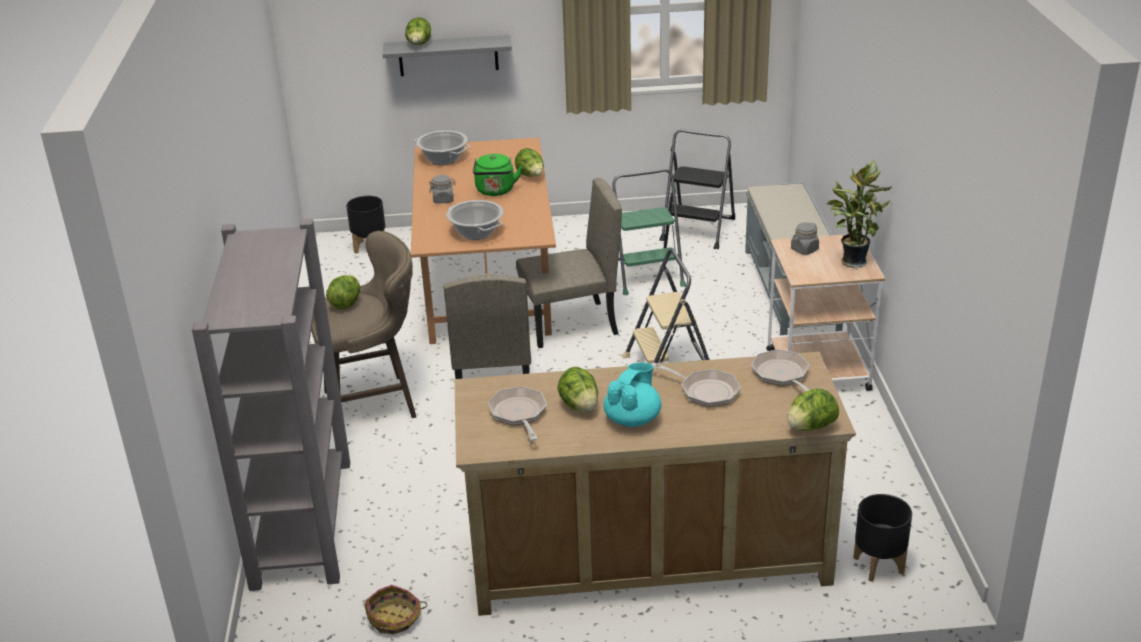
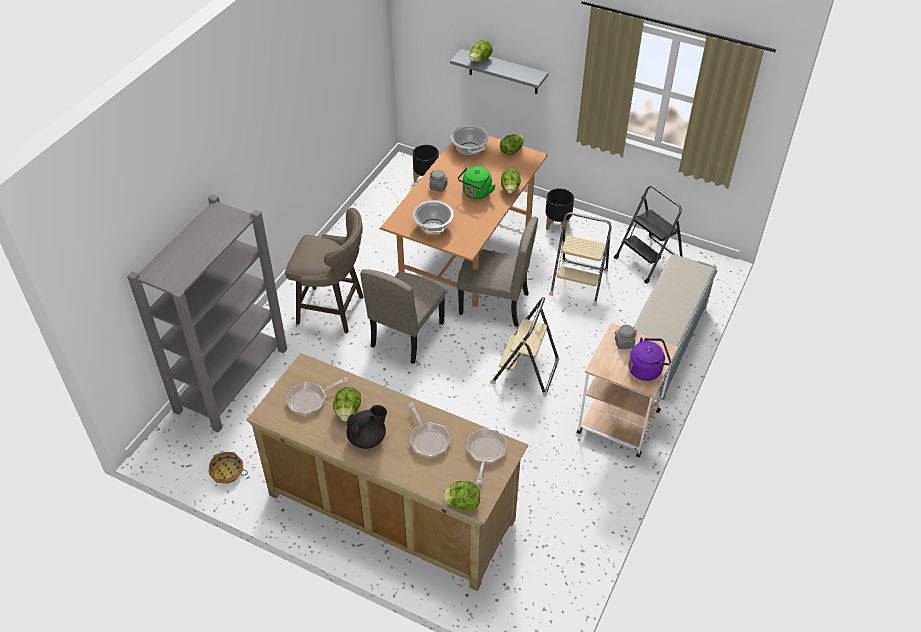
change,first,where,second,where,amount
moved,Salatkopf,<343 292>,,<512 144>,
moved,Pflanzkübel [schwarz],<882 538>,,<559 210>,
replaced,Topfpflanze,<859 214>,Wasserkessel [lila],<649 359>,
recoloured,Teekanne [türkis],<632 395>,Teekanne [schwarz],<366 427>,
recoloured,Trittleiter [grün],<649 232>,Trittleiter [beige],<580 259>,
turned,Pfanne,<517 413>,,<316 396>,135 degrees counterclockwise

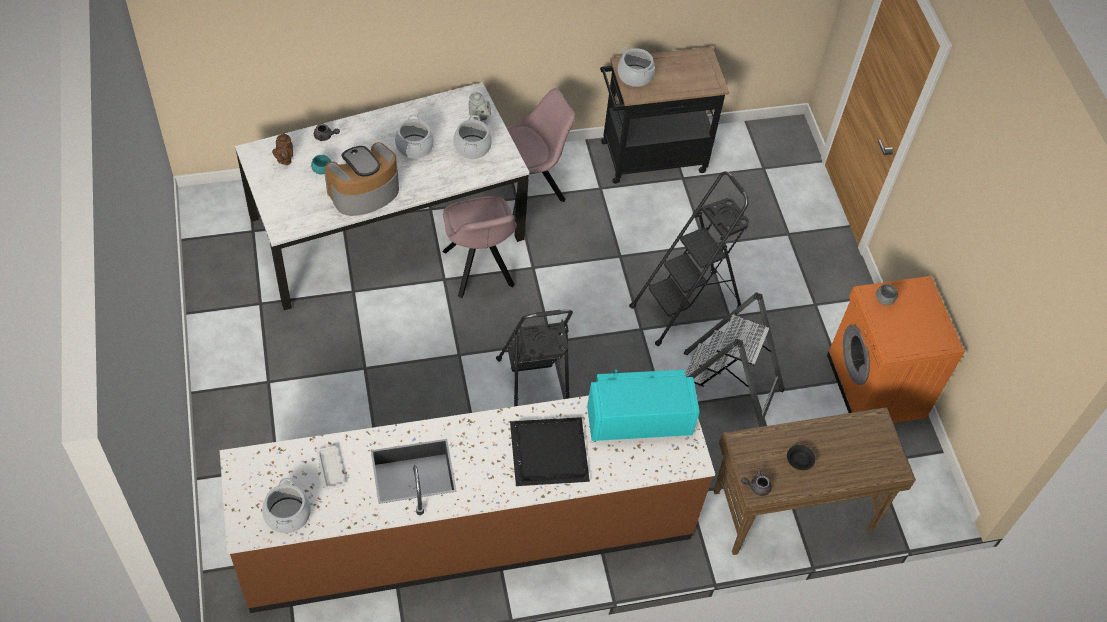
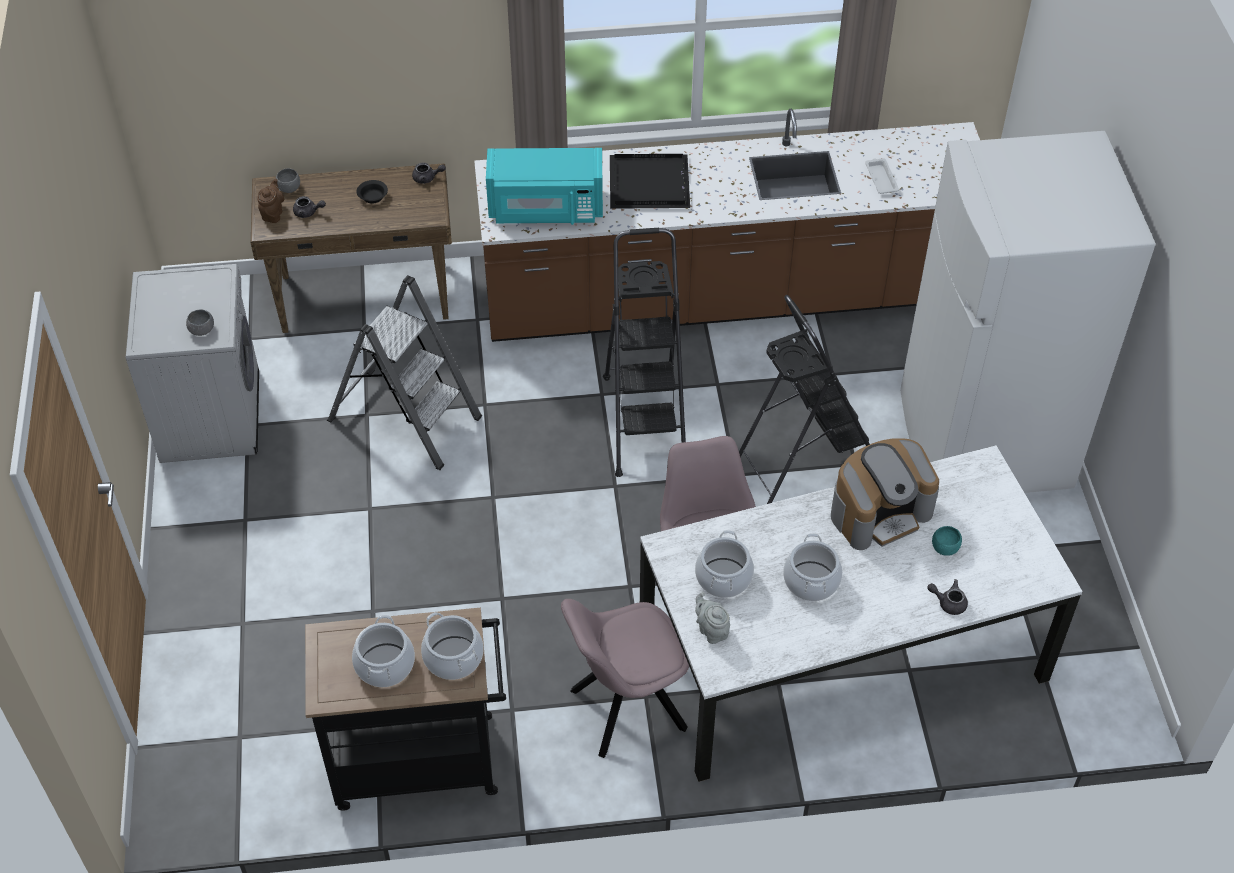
change,first,where,second,where,amount
added,,,Schüssel [grau],<288 180>,
added,,,Teekanne [grau],<309 207>,
added,,,Kühlschrank [weiß],<1027 312>,
moved,Kochtopf,<286 506>,,<383 651>,
moved,Teekanne [braun],<282 149>,,<270 201>,
moved,Trittleiter,<689 258>,,<804 399>,
recoloured,Waschmaschine [orange],<896 349>,Waschmaschine [weiß],<192 363>,

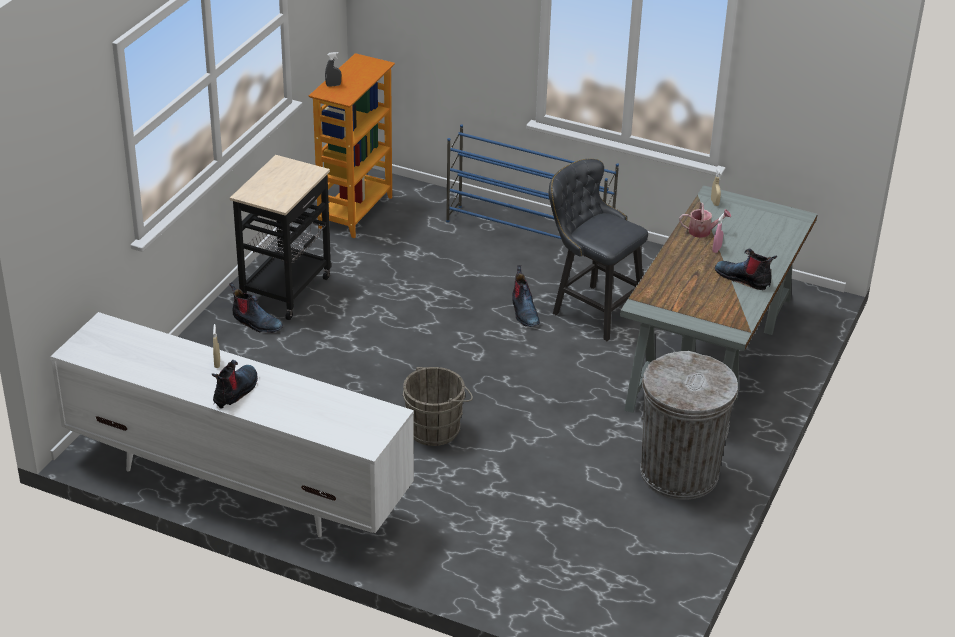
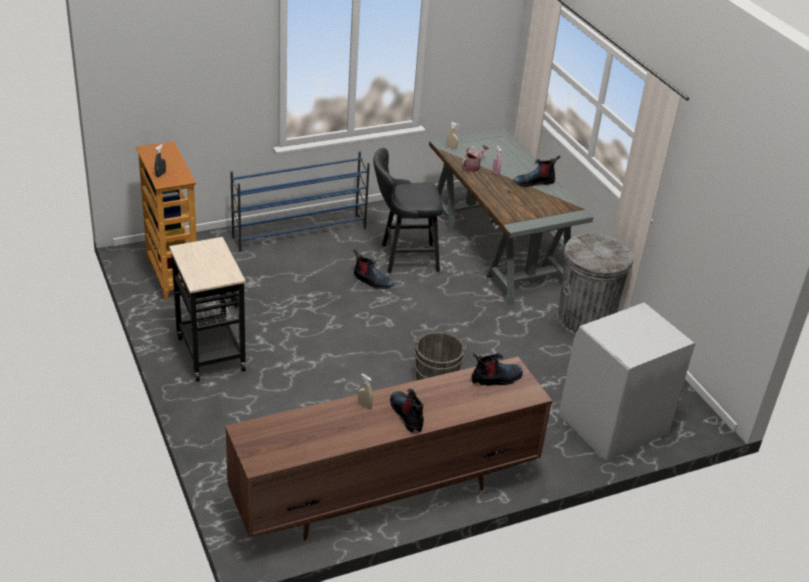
change,first,where,second,where,amount
added,,,Waschmaschine [weiß],<626 382>,
moved,Stiefel,<256 307>,,<497 369>,
recoloured,Schrank [weiß],<232 424>,Schrank [braun],<388 448>,

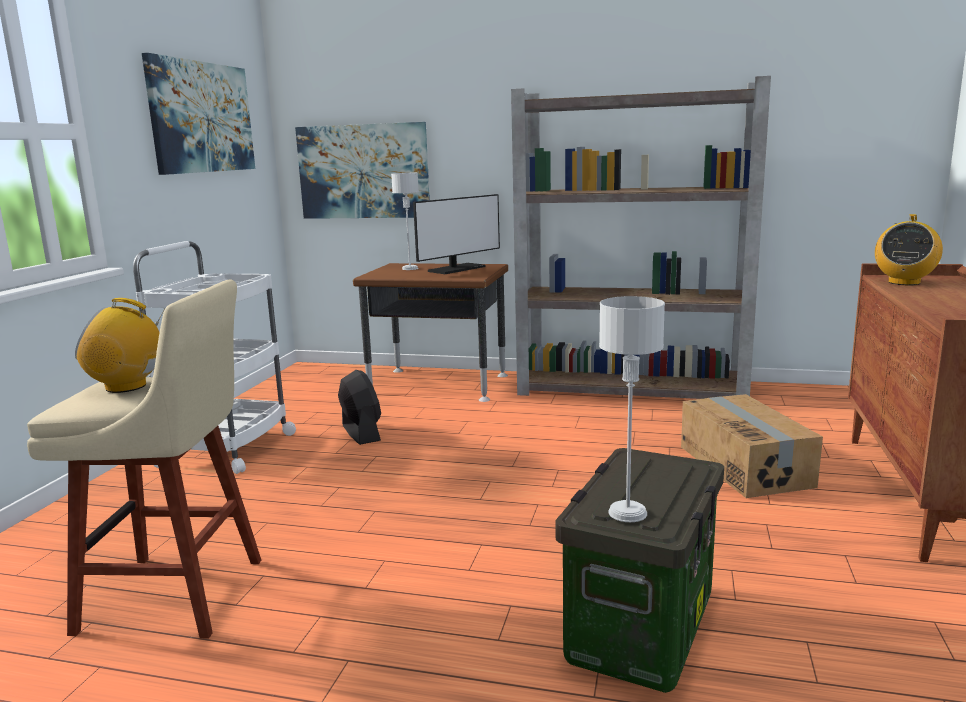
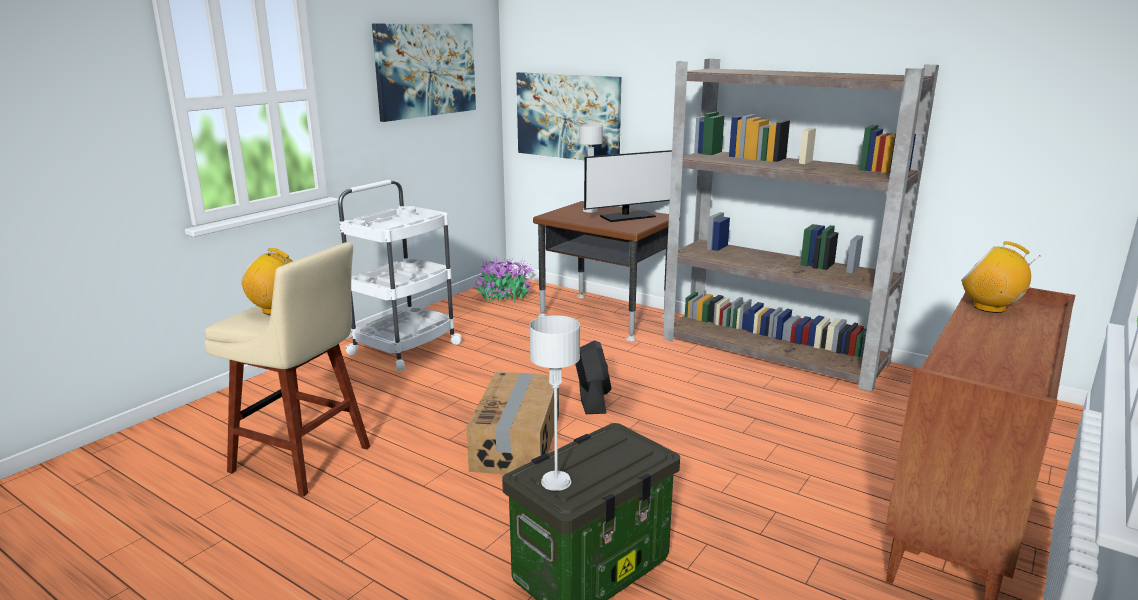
change,first,where,second,where,amount
added,,,Topfpflanze,<504 280>,
moved,Ventilator [schwarz],<359 407>,,<593 377>,
moved,Karton,<752 446>,,<512 423>,
turned,Radio,<909 249>,,<1000 277>,75 degrees clockwise

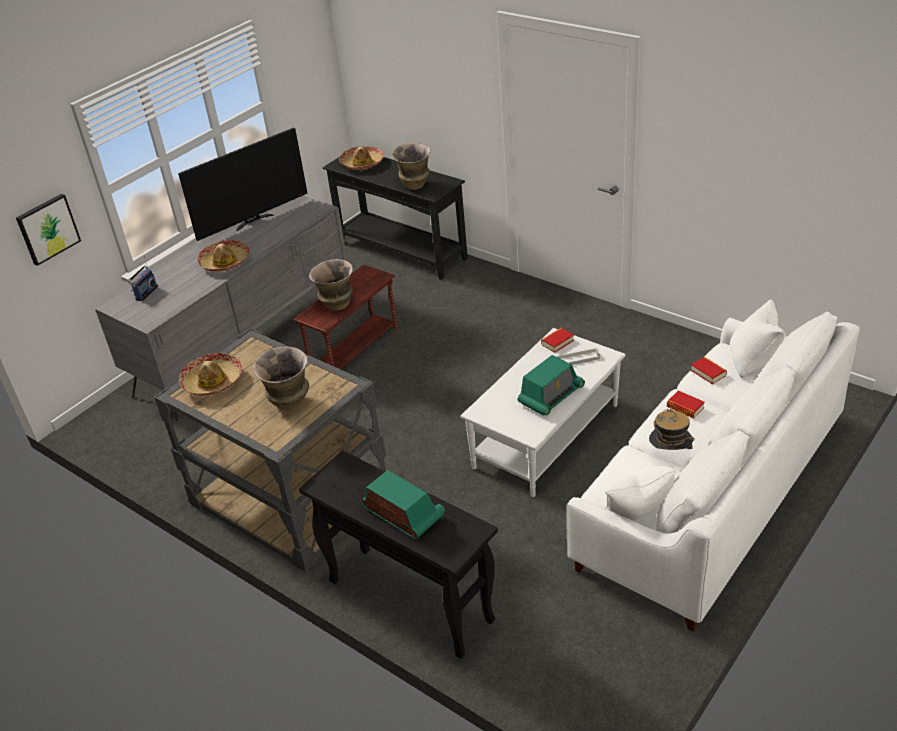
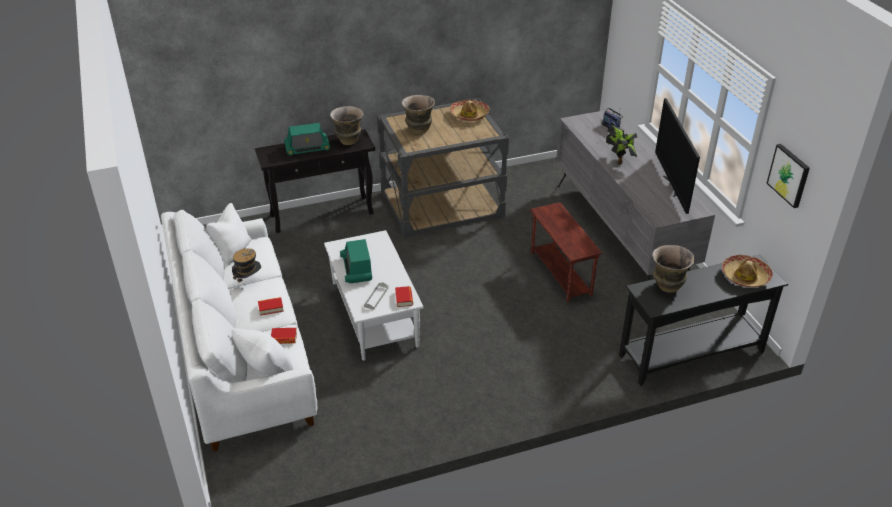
change,first,where,second,where,amount
moved,Bild,<48 230>,,<788 176>,
moved,Vase,<331 285>,,<347 125>,
replaced,Hut,<223 256>,Topfpflanze,<622 145>,

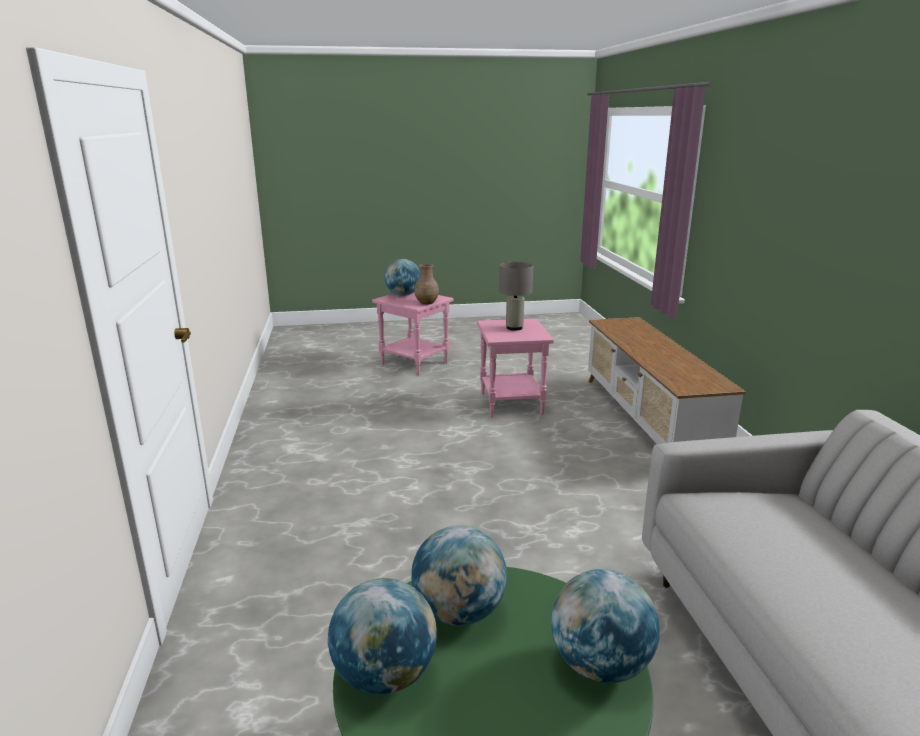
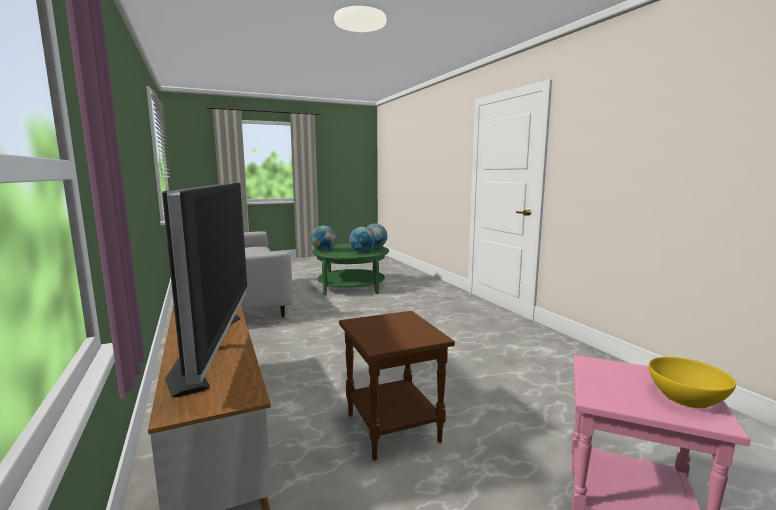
change,first,where,second,where,amount
removed,Vase [braun],<426 284>,,,
removed,Tischlampe [grau],<516 296>,,,
added,,,Fernseher,<204 290>,
replaced,Globus,<402 277>,Schüssel [gelb],<692 382>,
recoloured,Beistelltisch [rosa],<515 368>,Beistelltisch [braun],<397 386>,

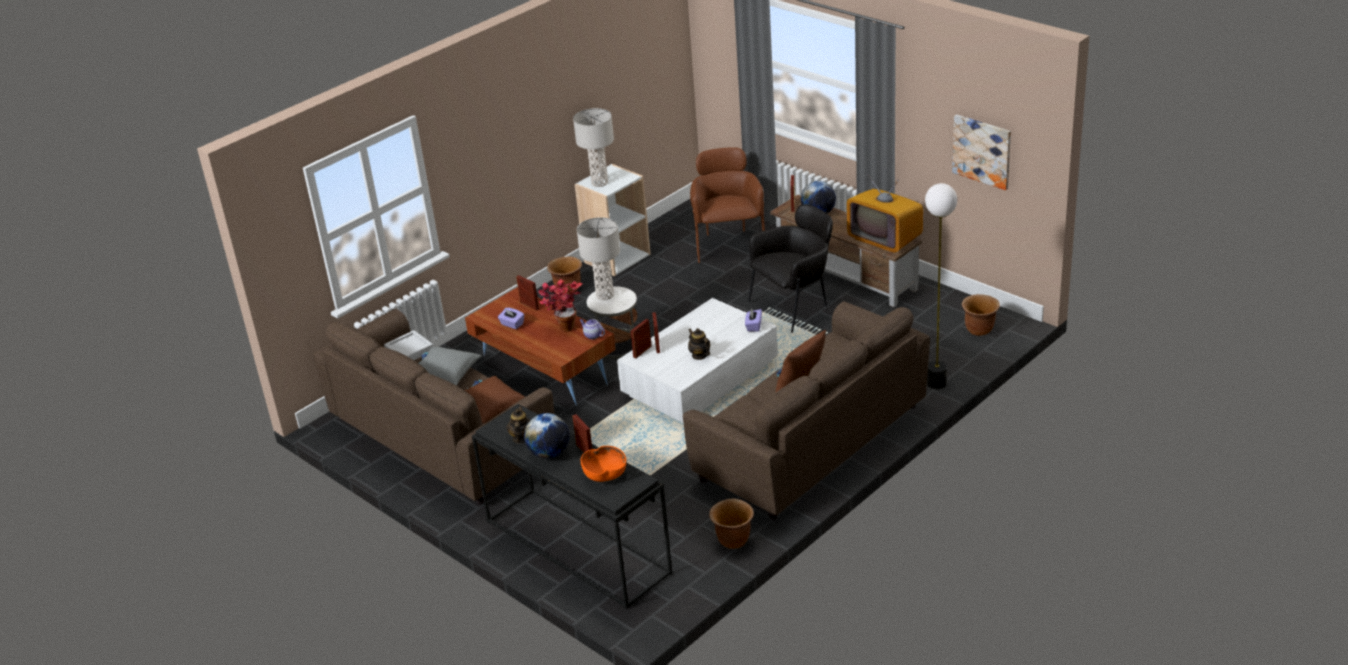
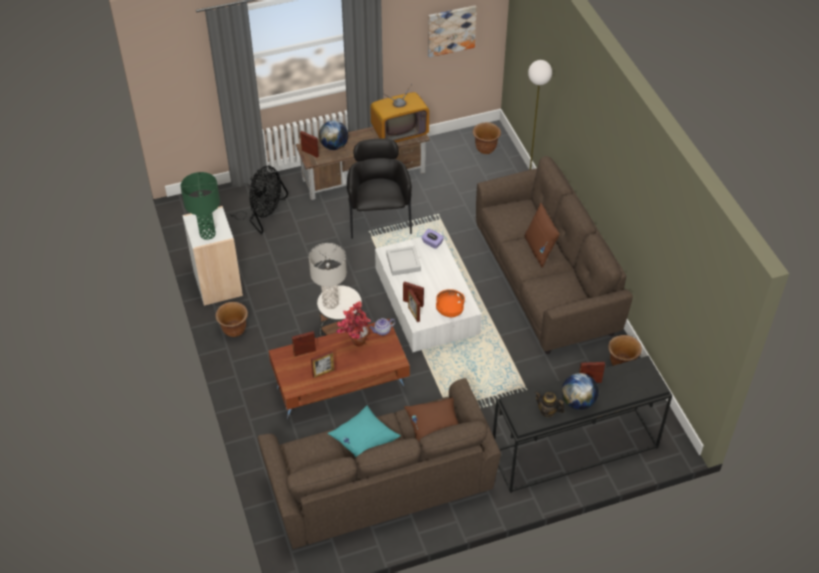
change,first,where,second,where,amount
removed,Teekanne,<699 344>,,,
moved,Tablett [grau],<408 345>,,<403 261>,
moved,Schüssel [orange],<604 464>,,<450 303>,
replaced,Taschentuchbox [lila],<511 318>,Bilderrahmen,<322 364>,
replaced,Sessel [braun],<727 205>,Ventilator [schwarz],<259 200>,
recoloured,Kissen [grau],<450 366>,Kissen [türkis],<364 431>,
recoloured,Tischlampe [weiß],<593 147>,Tischlampe [grün],<200 206>,

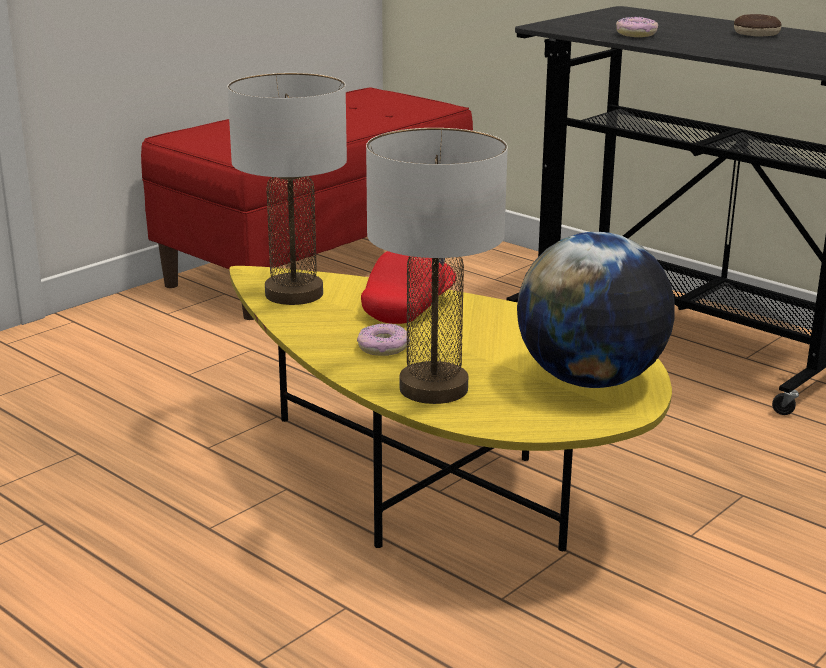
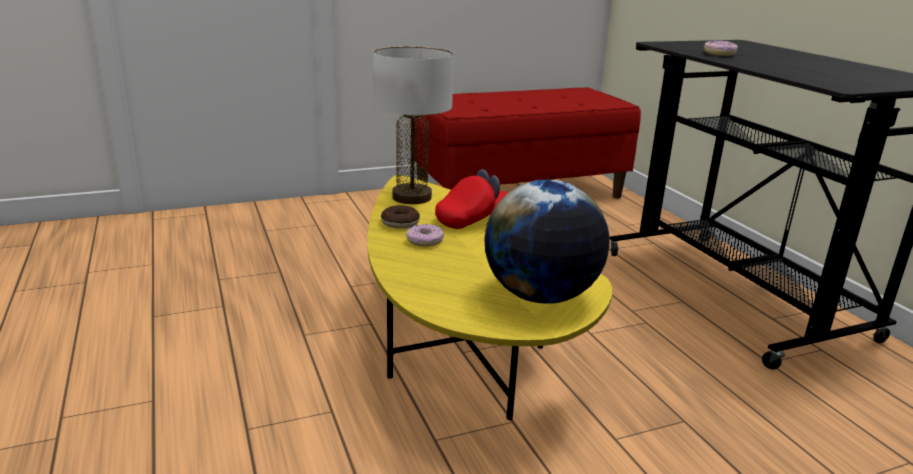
change,first,where,second,where,amount
removed,Tischlampe,<437 266>,,,
moved,Donut,<758 25>,,<400 217>,

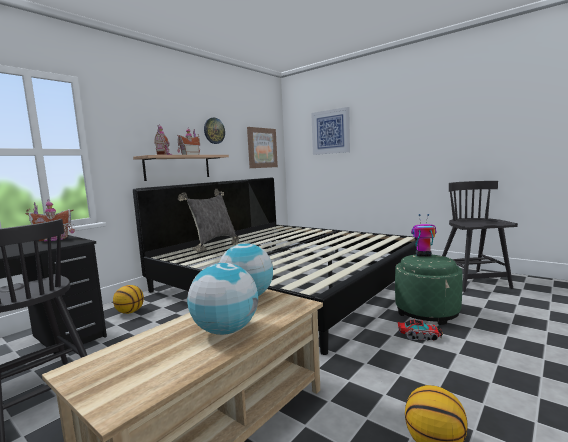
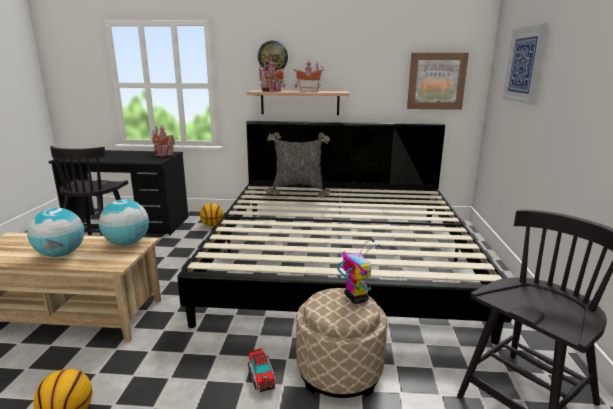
change,first,where,second,where,amount
moved,Wanduhr,<214 131>,,<273 56>,
recoloured,Polsterhocker [grün],<429 290>,Polsterhocker [beige],<341 343>,

